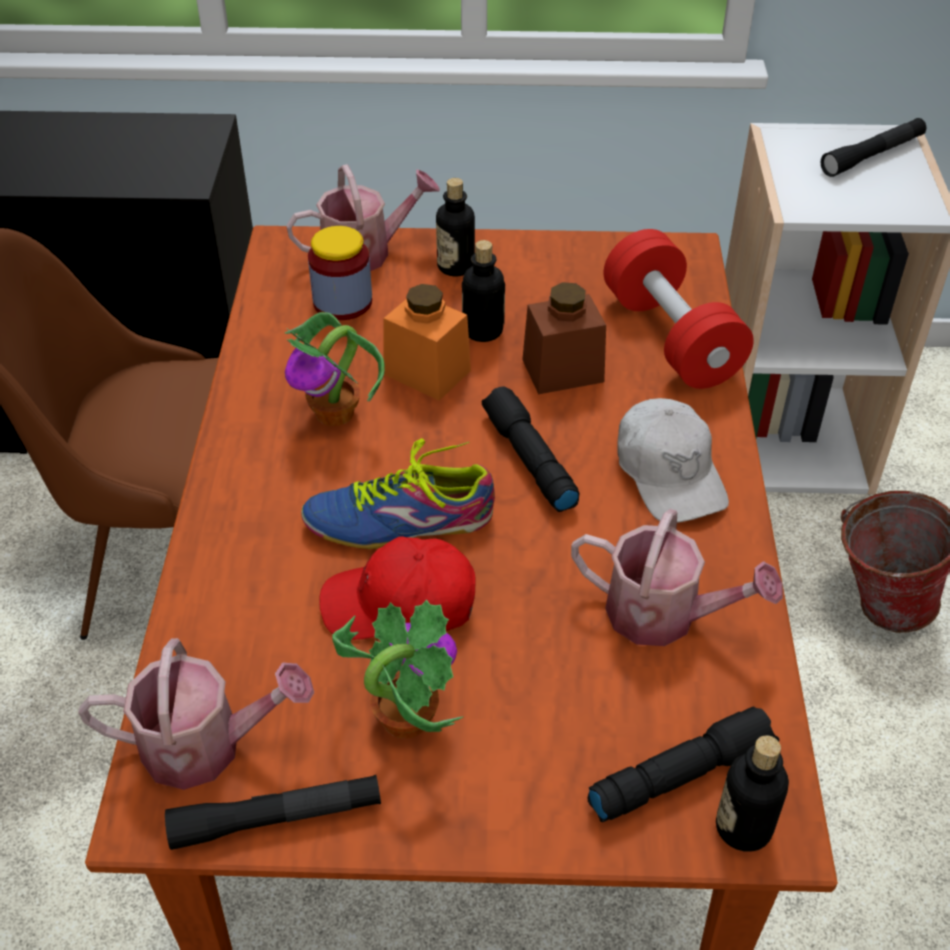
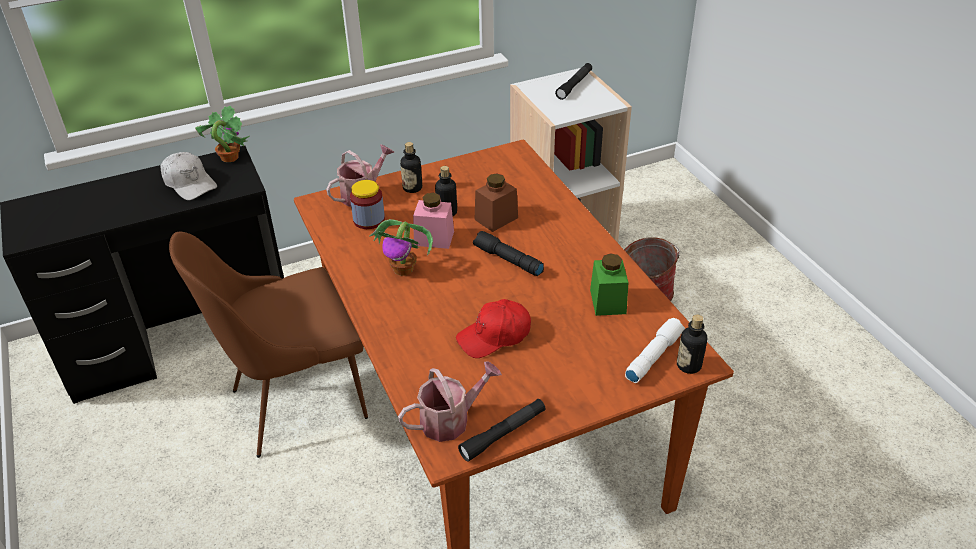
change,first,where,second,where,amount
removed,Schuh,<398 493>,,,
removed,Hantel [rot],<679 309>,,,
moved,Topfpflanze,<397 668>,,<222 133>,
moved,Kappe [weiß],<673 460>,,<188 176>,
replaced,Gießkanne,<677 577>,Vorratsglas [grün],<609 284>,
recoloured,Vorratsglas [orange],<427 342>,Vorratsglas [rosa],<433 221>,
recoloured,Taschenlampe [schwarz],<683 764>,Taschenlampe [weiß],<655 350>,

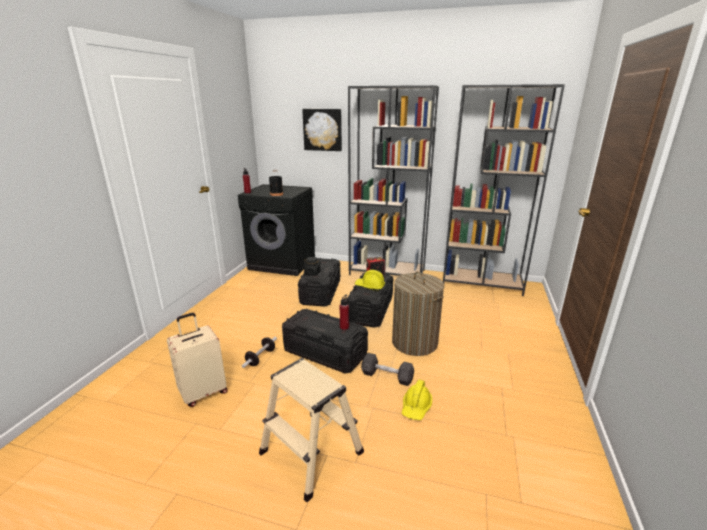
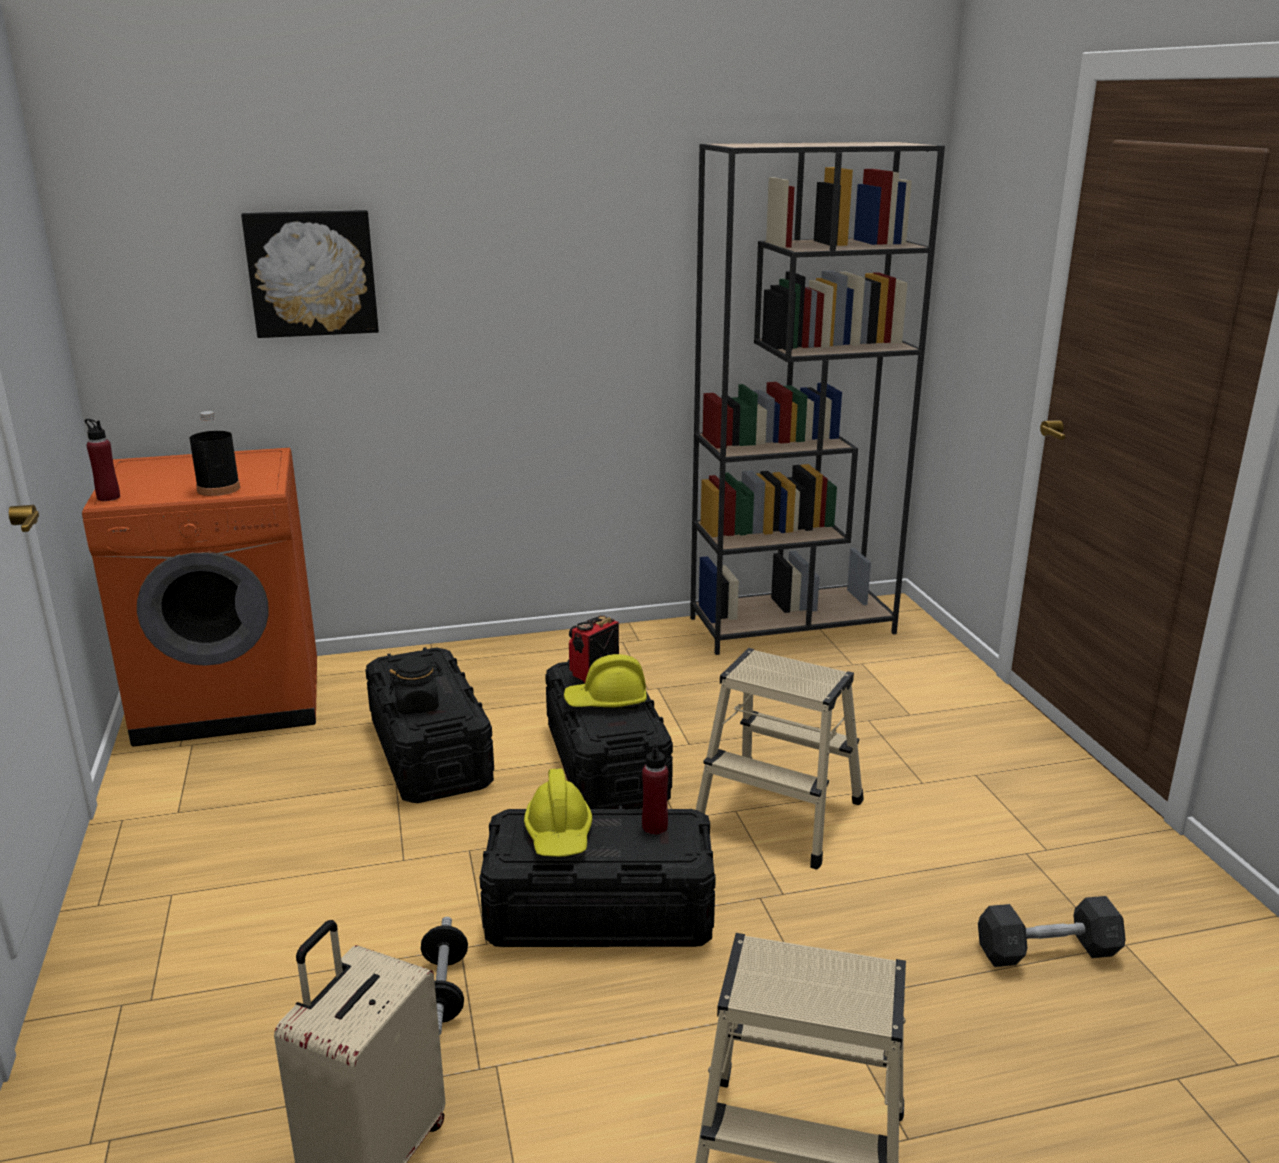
change,first,where,second,where,amount
removed,Bücherregal,<393 180>,,,
moved,Hantel [grau],<387 369>,,<1051 931>,
moved,Schutzhelm [gelb],<417 400>,,<558 813>,
replaced,Wäschekorb,<418 314>,Trittleiter [beige],<780 758>,
recoloured,Waschmaschine [schwarz],<276 230>,Waschmaschine [orange],<199 597>,

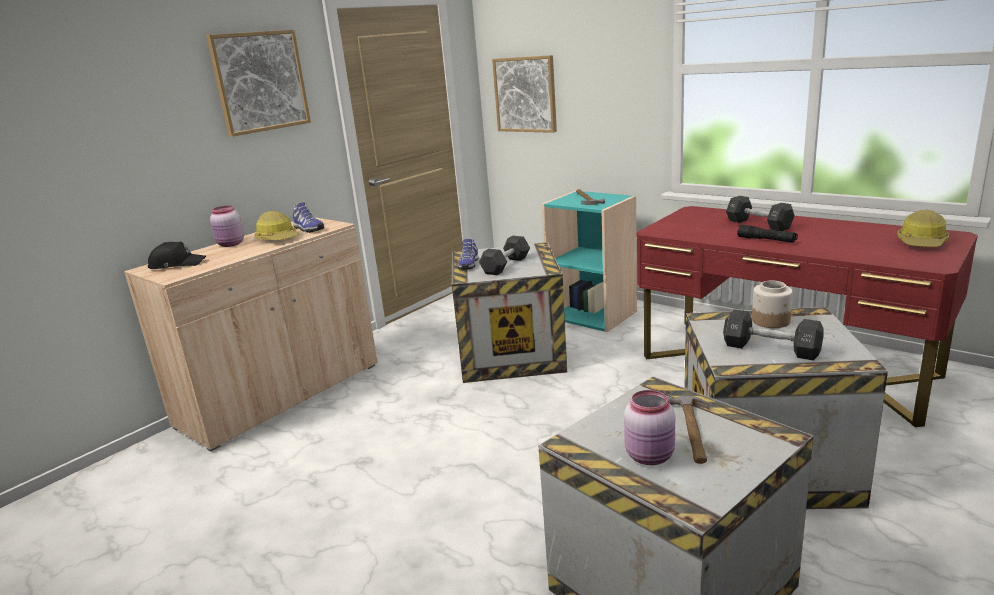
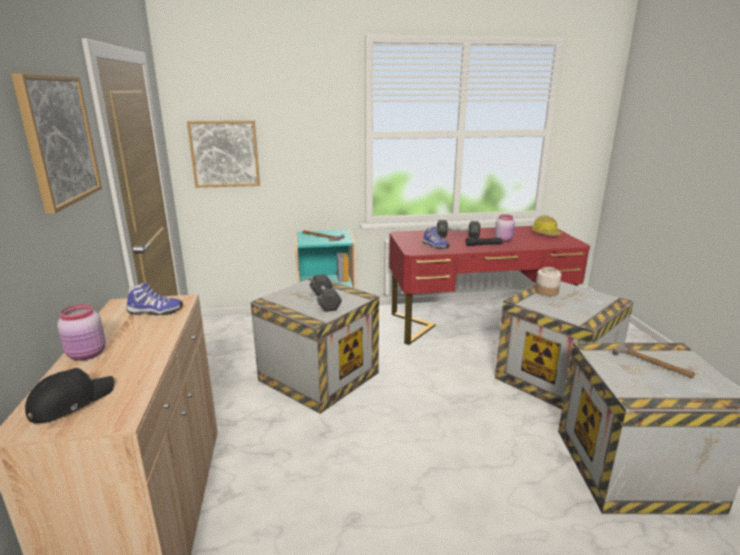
change,first,where,second,where,amount
removed,Schutzhelm,<277 225>,,,
removed,Hantel [schwarz],<773 334>,,,
moved,Schuh,<468 254>,,<436 238>,
moved,Vorratsglas [rosa],<649 427>,,<505 228>,

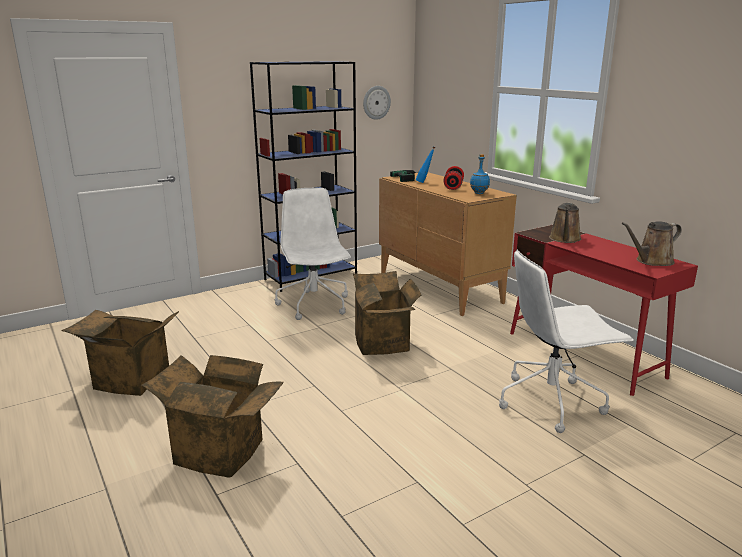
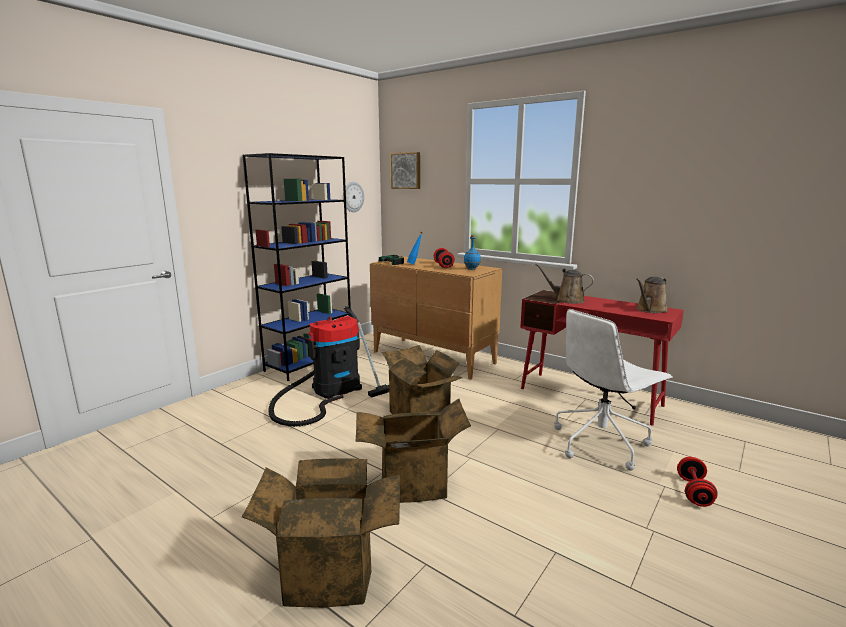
change,first,where,second,where,amount
added,,,Bild,<405 170>,
added,,,Hantel [rot],<697 482>,
moved,Karton,<120 353>,,<413 451>,
replaced,Bürostuhl [weiß],<312 254>,Staubsauger,<328 366>,
turned,Gießkanne [braun],<565 223>,,<564 284>,120 degrees clockwise

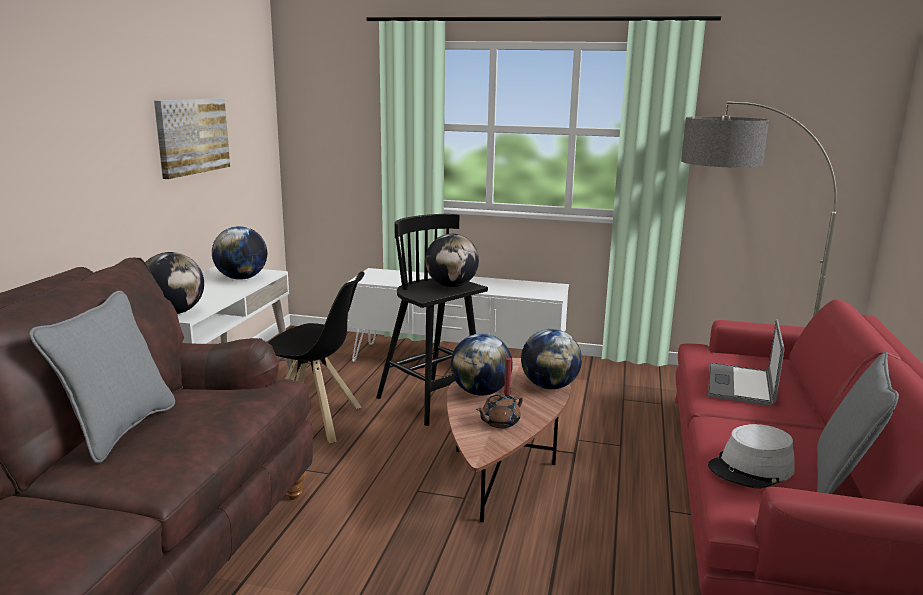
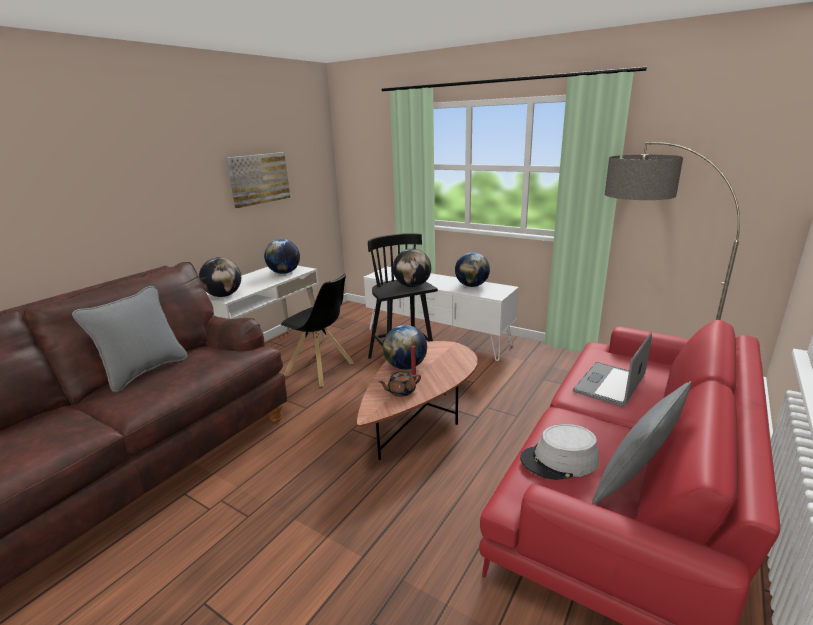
change,first,where,second,where,amount
moved,Globus,<551 359>,,<472 269>,

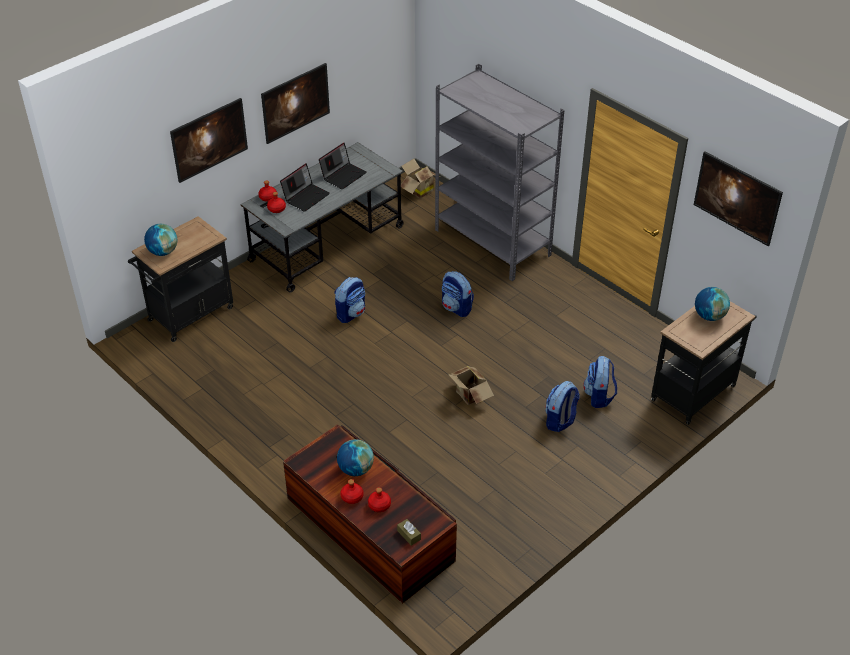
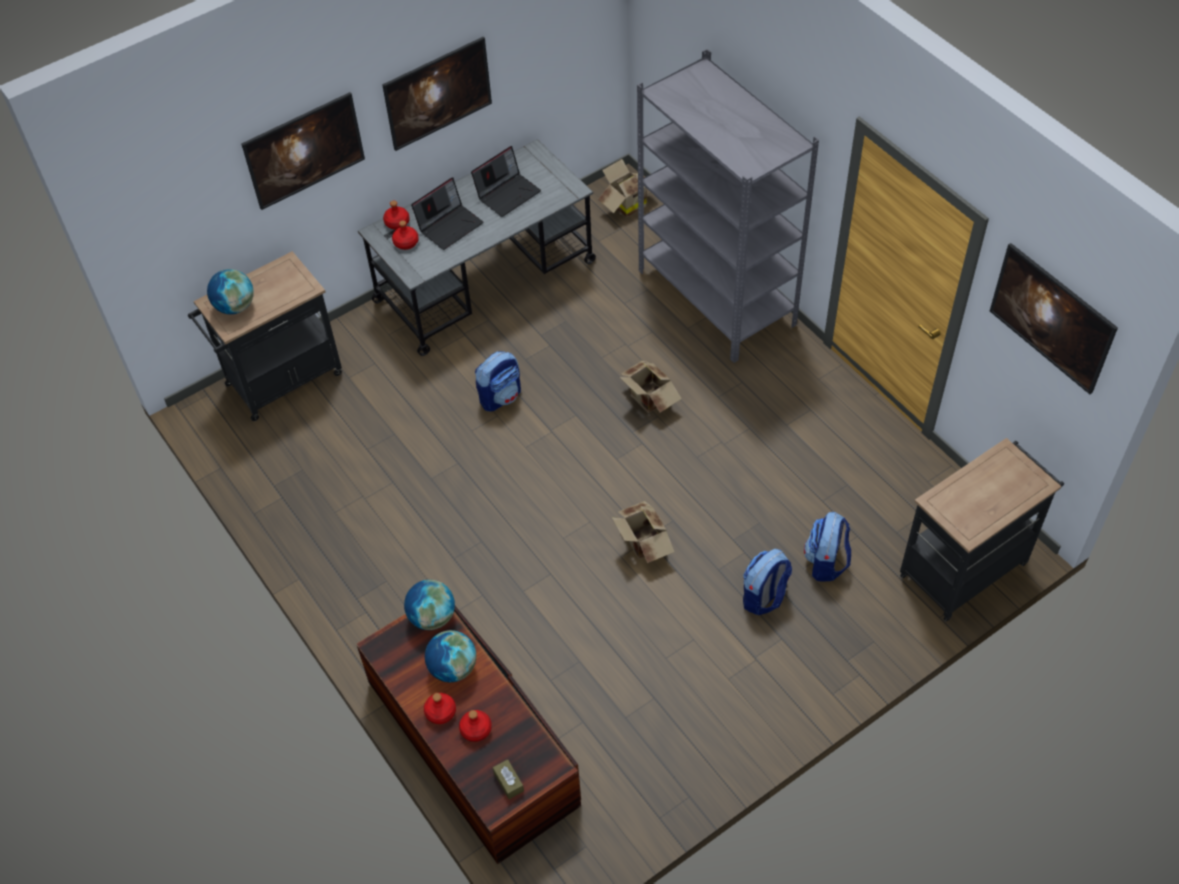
change,first,where,second,where,amount
moved,Globus,<712 304>,,<429 605>,
replaced,Rucksack,<458 294>,Karton,<651 387>,

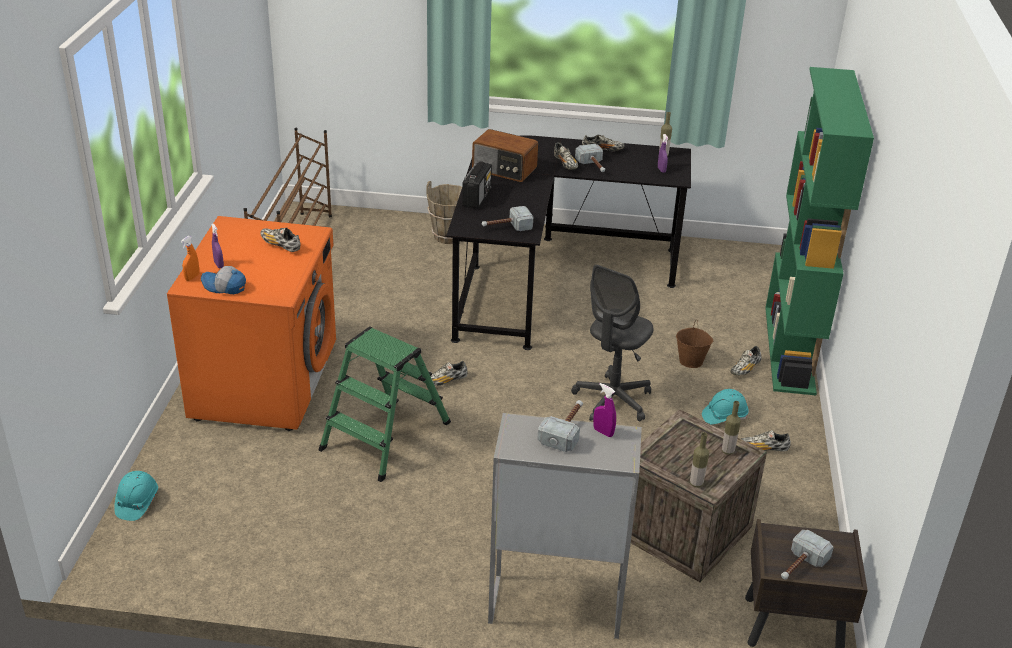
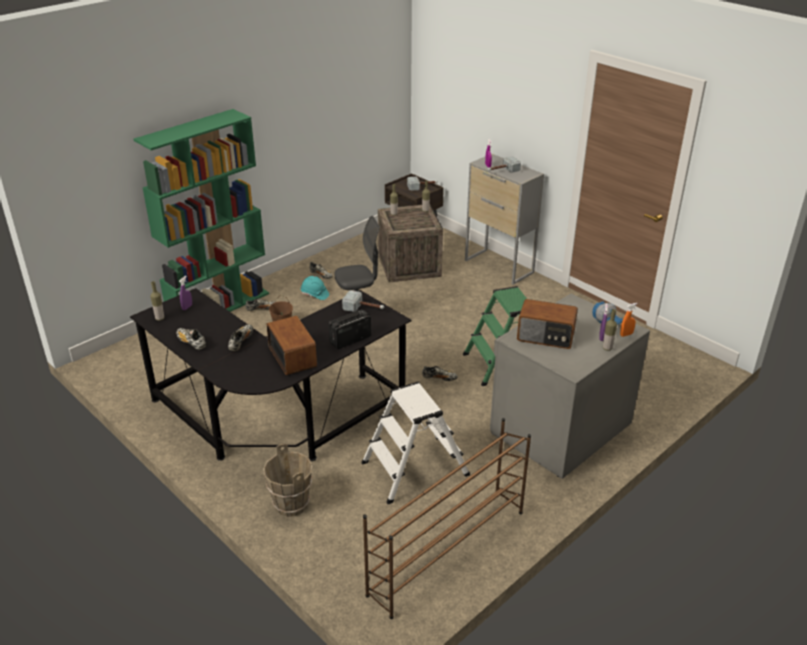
change,first,where,second,where,amount
removed,Schutzhelm [türkis],<136 496>,,,
removed,Hammer,<590 158>,,,
added,,,Trittleiter [weiß],<416 442>,
added,,,Flasche,<610 330>,
replaced,Schuh,<280 240>,Radio,<547 324>,
recoloured,Waschmaschine [orange],<251 323>,Waschmaschine [grau],<570 386>,

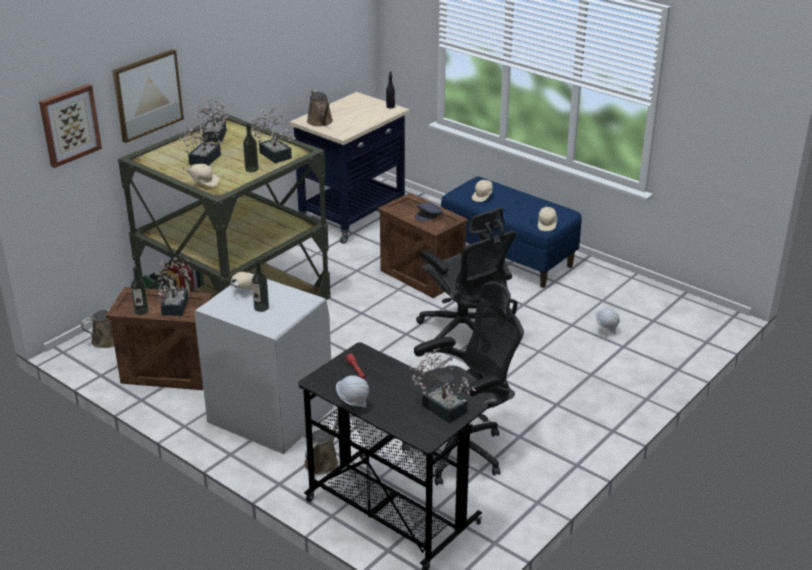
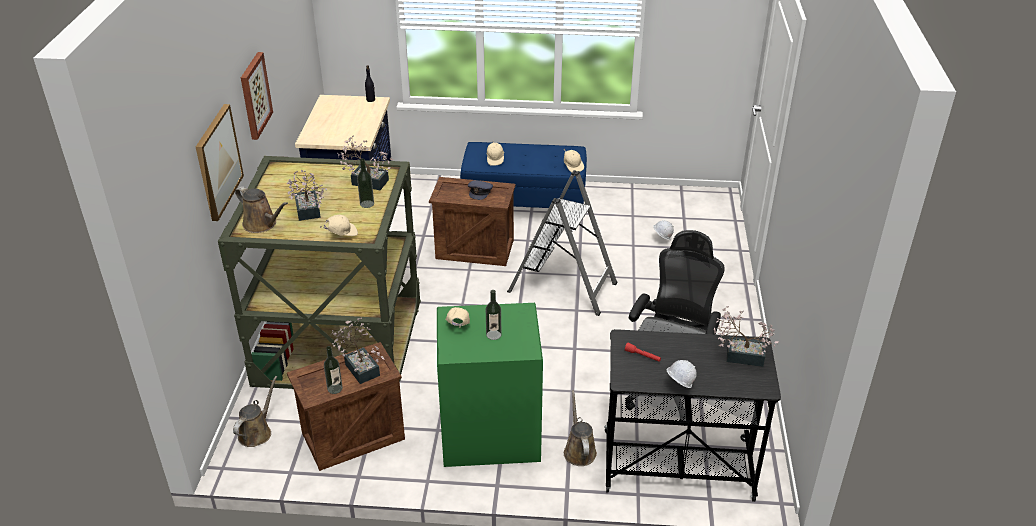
change,first,where,second,where,amount
removed,Topfpflanze,<211 121>,,,
moved,Bild,<70 126>,,<257 96>,
moved,Gießkanne [braun],<320 108>,,<261 209>,
replaced,Bürostuhl,<466 273>,Trittleiter [grau],<562 243>,
recoloured,Waschmaschine [weiß],<263 363>,Waschmaschine [grün],<490 385>,

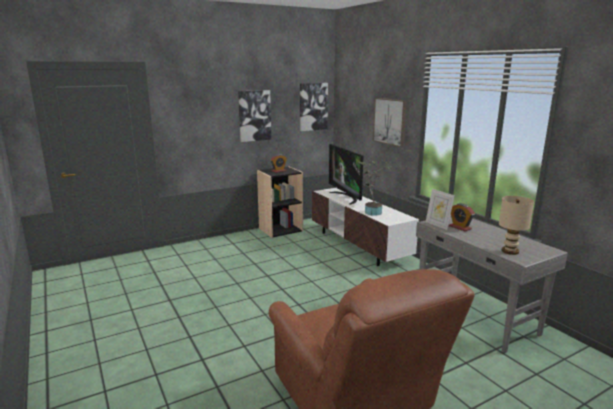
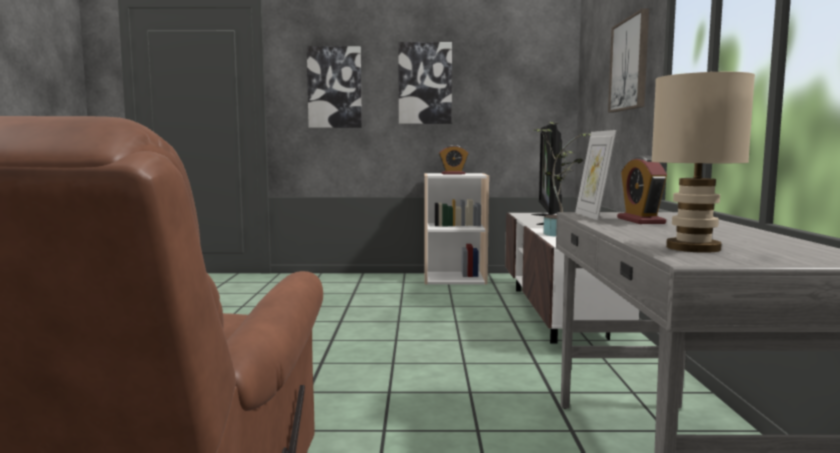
change,first,where,second,where,amount
moved,Bild,<314 107>,,<334 87>,
recoloured,Bücherregal [schwarz],<280 202>,Bücherregal [weiß],<456 229>,

